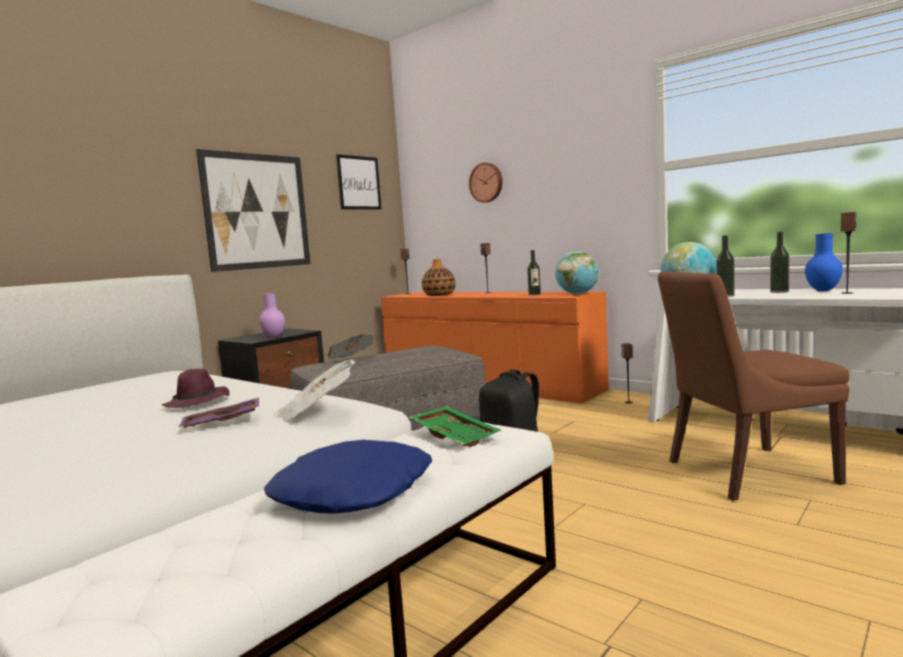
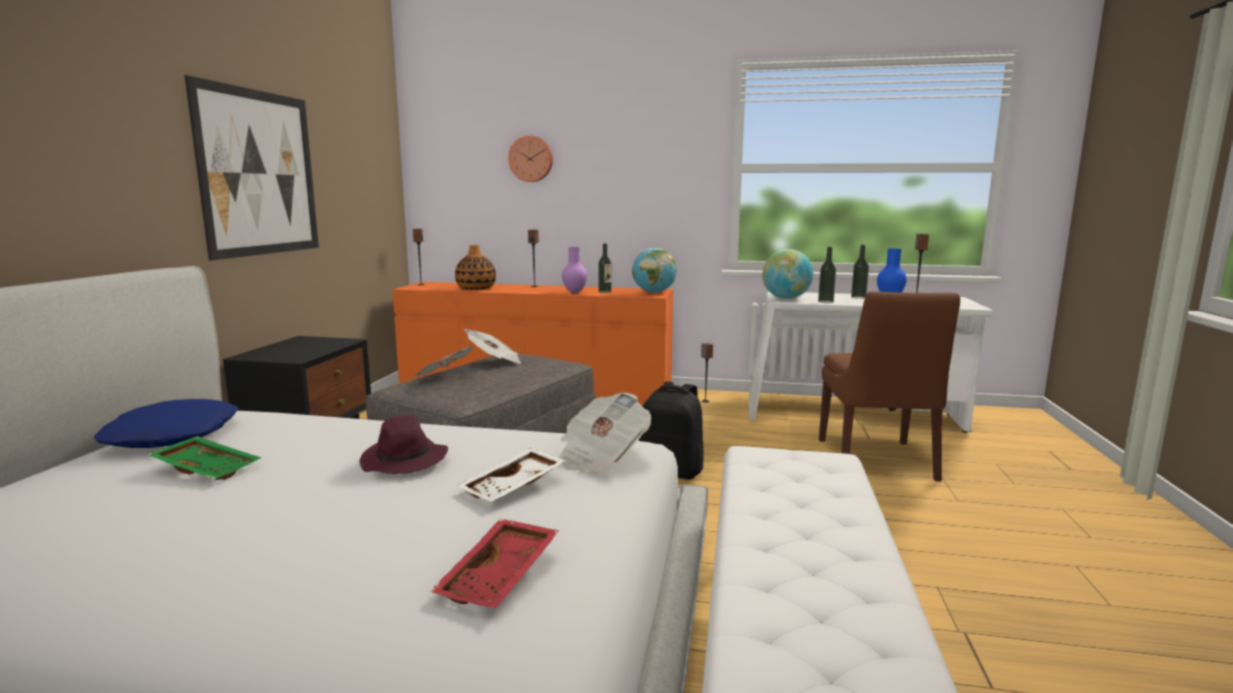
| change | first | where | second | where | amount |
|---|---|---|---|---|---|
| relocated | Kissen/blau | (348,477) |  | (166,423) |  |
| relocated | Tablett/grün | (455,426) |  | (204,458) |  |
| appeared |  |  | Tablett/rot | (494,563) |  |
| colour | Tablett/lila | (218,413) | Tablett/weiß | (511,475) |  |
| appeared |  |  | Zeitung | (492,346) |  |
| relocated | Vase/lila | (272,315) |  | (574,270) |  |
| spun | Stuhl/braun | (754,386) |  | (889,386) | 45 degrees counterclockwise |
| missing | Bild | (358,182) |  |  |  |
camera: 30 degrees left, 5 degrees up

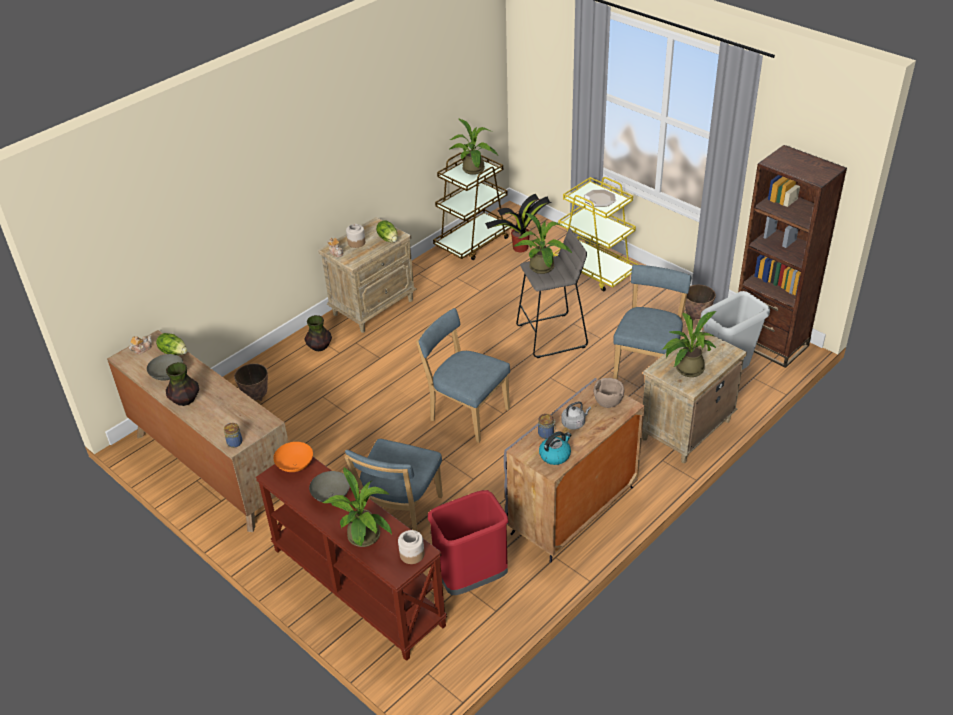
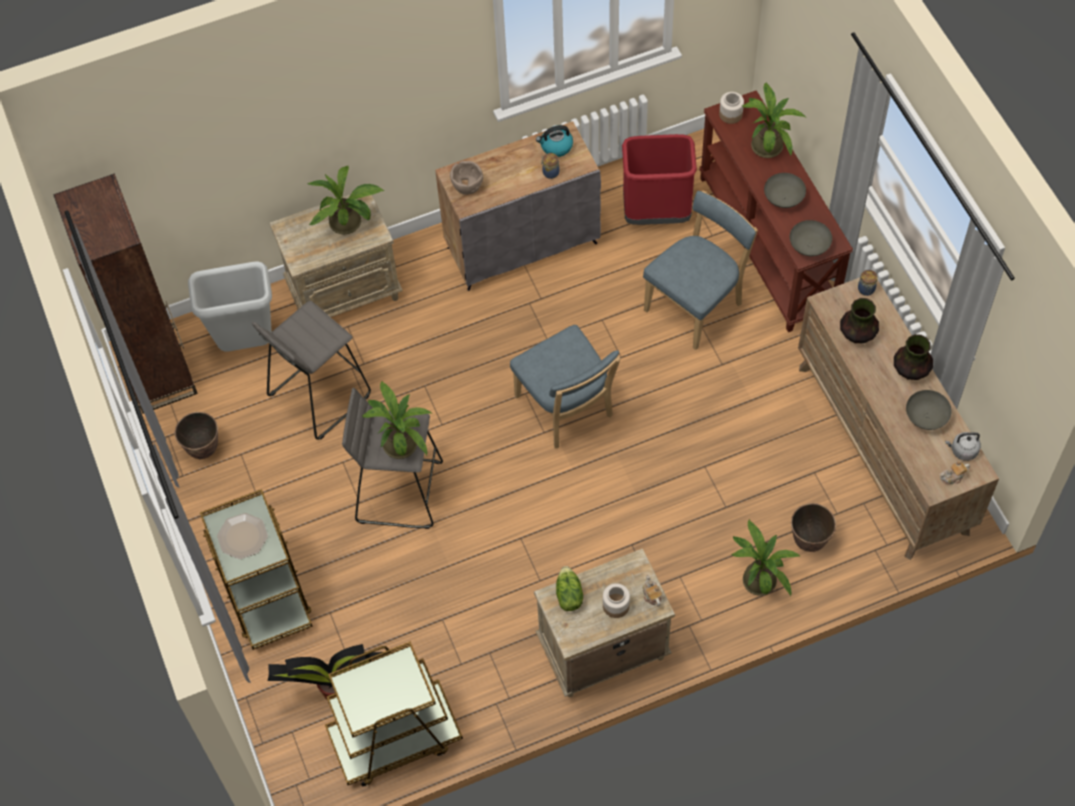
| change | first | where | second | where | amount |
|---|---|---|---|---|---|
| colour | Rollwagen/gelb | (596,234) | Rollwagen/braun | (256,569) |  |
| exchanged | Stuhl/blau | (652,322) | Hocker/grau | (311,370) |  |
| relocated | Topfpflanze | (474,147) |  | (766,557) |  |
| colour | Schüssel/orange | (293,457) | Schüssel/grau | (811,238) |  |
| relocated | Vase | (318,333) |  | (859,320) |  |
| relocated | Wasserkessel/grau | (576,415) |  | (963,446) |  |
| missing | Salatkopf | (172,344) |  |  |  |
camera: 155 degrees left, 20 degrees up

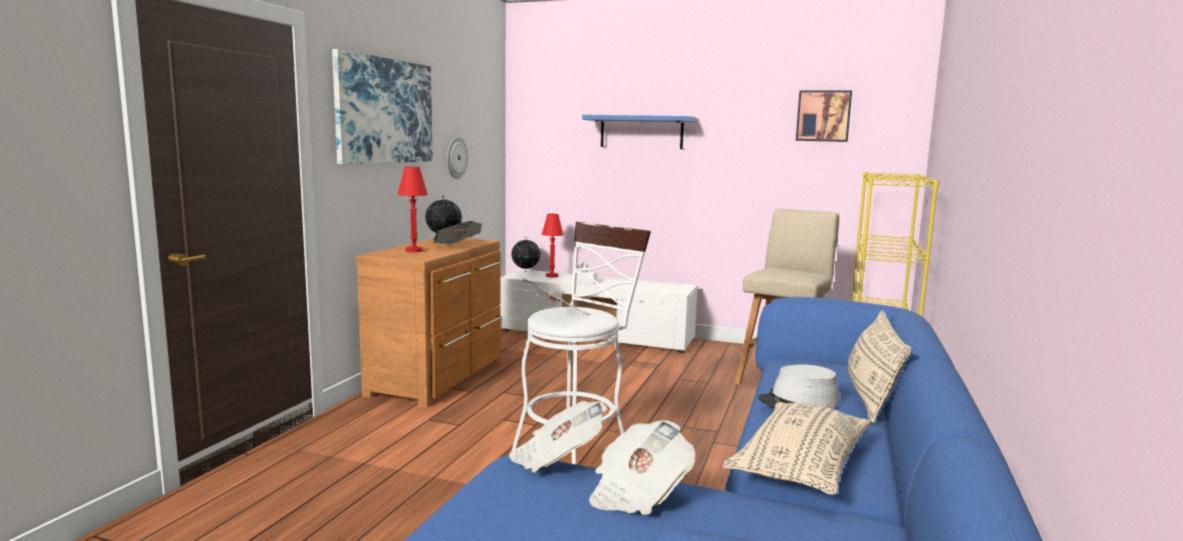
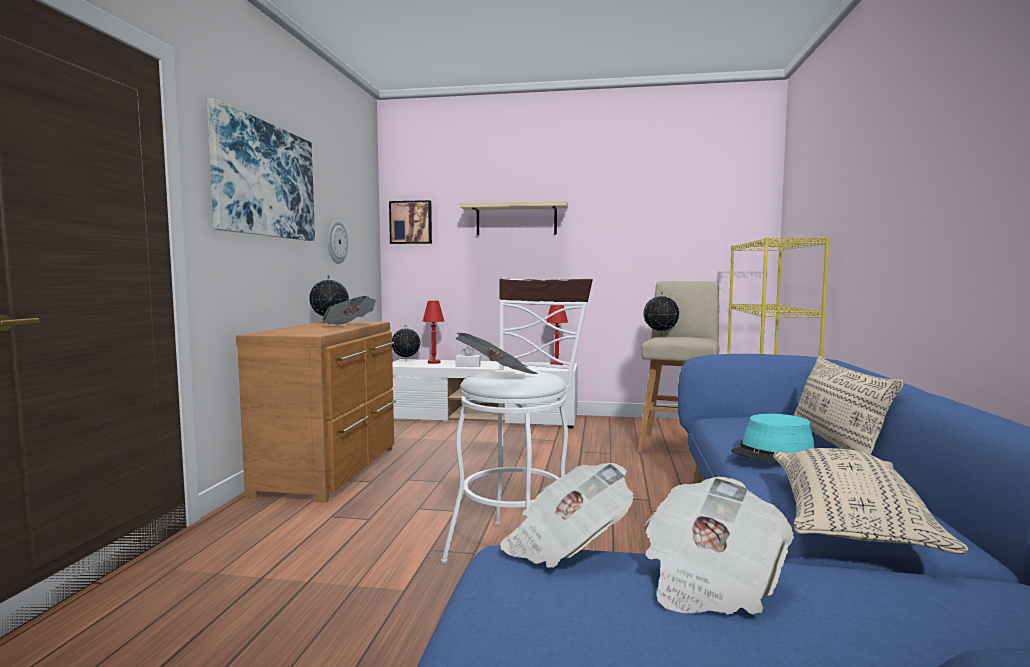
| change | first | where | second | where | amount |
|---|---|---|---|---|---|
| relocated | Bild | (824,116) |  | (410,222) |  |
| colour | Wandregal/blau | (639,132) | Wandregal/beige | (514,218) |  |
| relocated | Tischlampe/rot | (413,209) |  | (557,335) |  |
| appeared |  |  | Globus | (661,314) |  |
| colour | Hut/grau | (798,386) | Hut/türkis | (773,439) |  |
camera: 10 degrees left, 5 degrees down

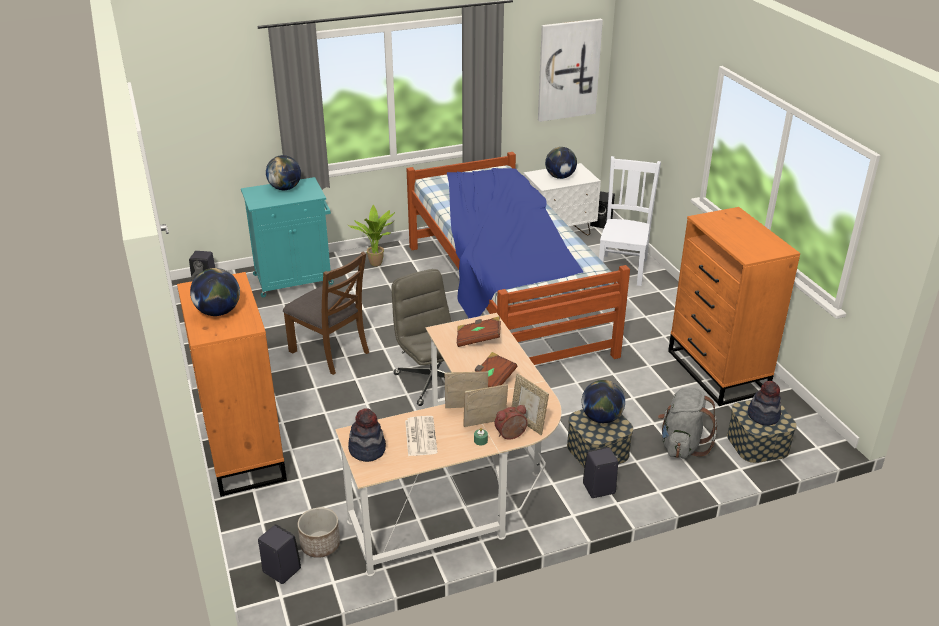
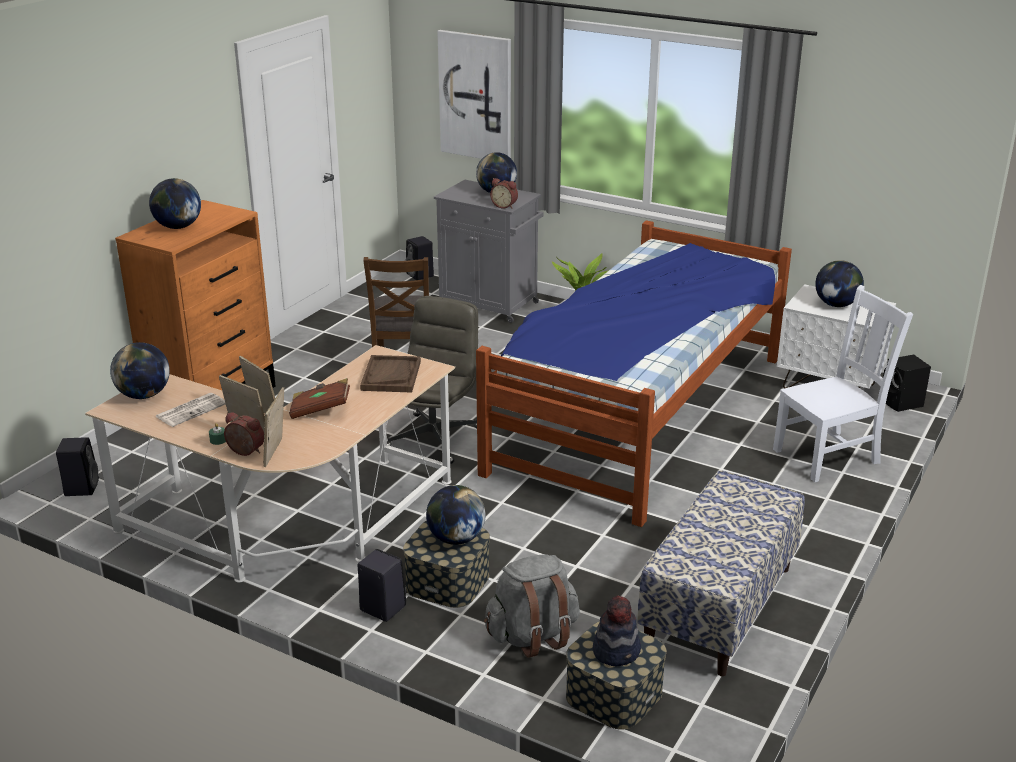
| change | first | where | second | where | amount |
|---|---|---|---|---|---|
| exchanged | Hut | (367,435) | Globus | (140,370) |  |
| exchanged | Buch/braun | (478,332) | Tablett/braun | (390,374) |  |
| colour | Schrank/türkis | (287,237) | Schrank/grau | (488,251) |  |
| relocated | Bild | (570,70) |  | (474,94) |  |
| appeared |  |  | Wecker | (504,193) |  |
| exchanged | Kommode/orange | (734,306) | Bank | (721,573) |  |
| missing | Pflanzkübel | (319,532) |  |  |  |
camera: 50 degrees right, 5 degrees down

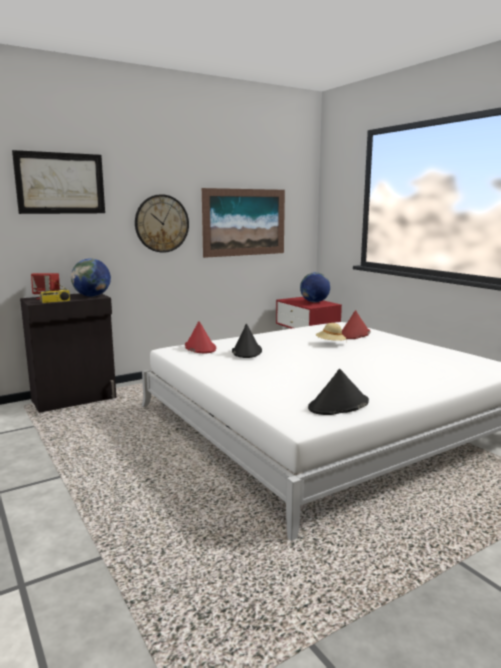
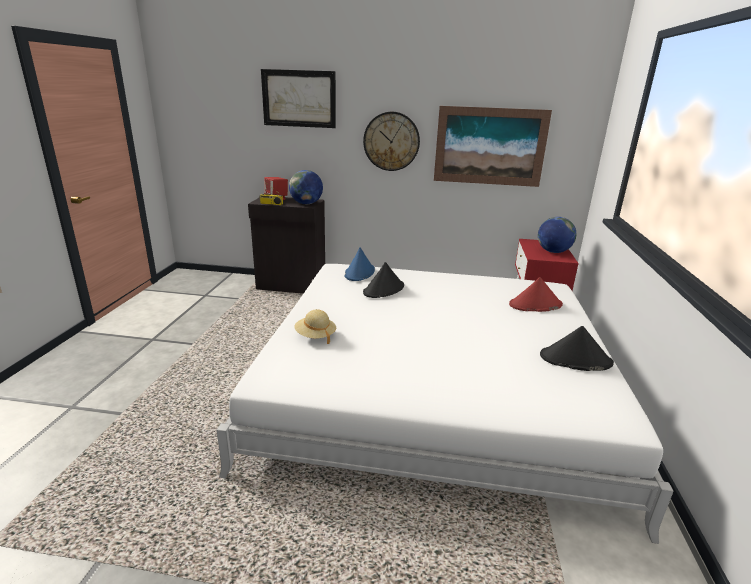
| change | first | where | second | where | amount |
|---|---|---|---|---|---|
| relocated | Hut/beige | (331,332) |  | (315,326) |  |
| colour | Hut/rot | (200,337) | Hut/blau | (359,264) |  |
| relocated | Hut/schwarz | (338,392) |  | (577,348) |  |
camera: 40 degrees right, 10 degrees up

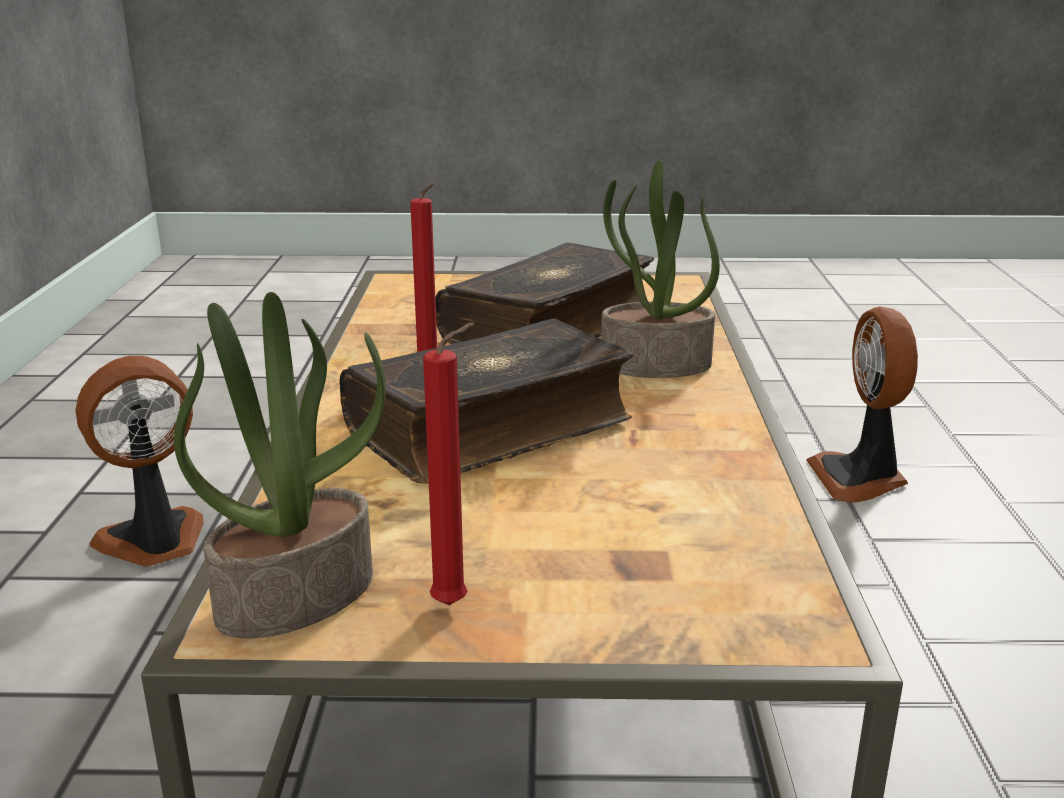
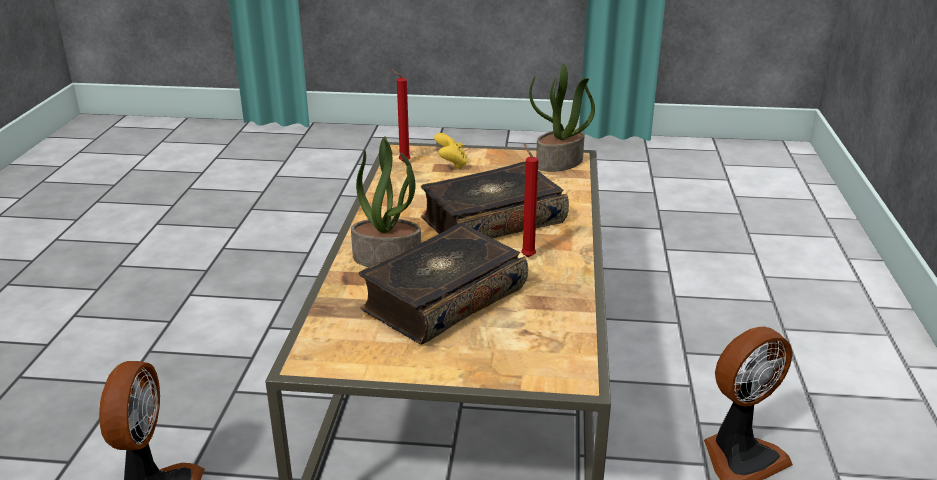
| change | first | where | second | where | amount |
|---|---|---|---|---|---|
| relocated | Kerze/rot | (449,463) |  | (401,116) |  |
| appeared |  |  | Gamepad/gelb | (451,151) |  |
camera: 175 degrees left, 5 degrees up

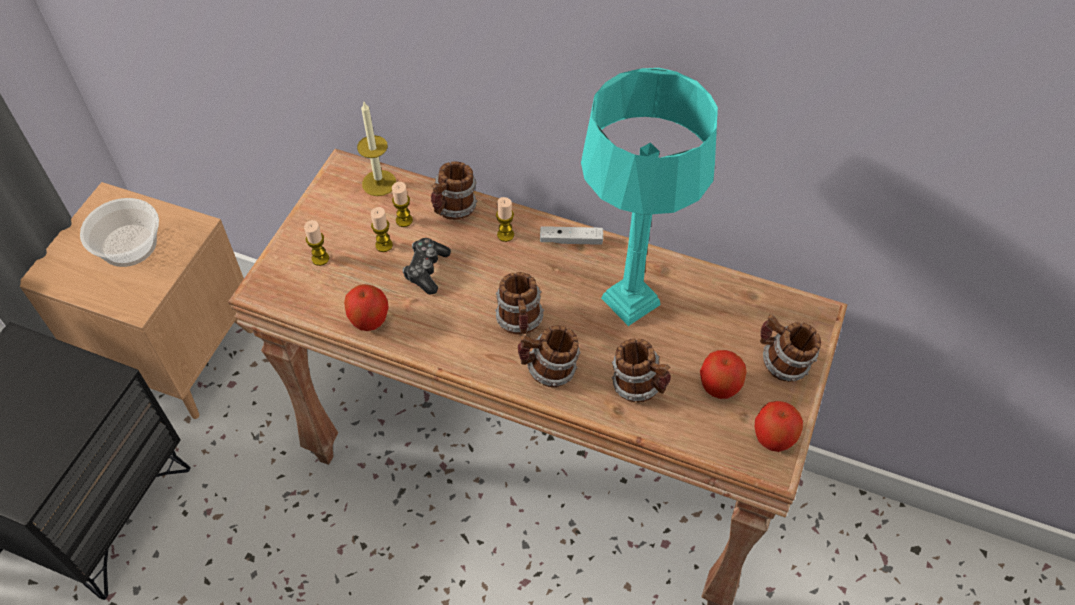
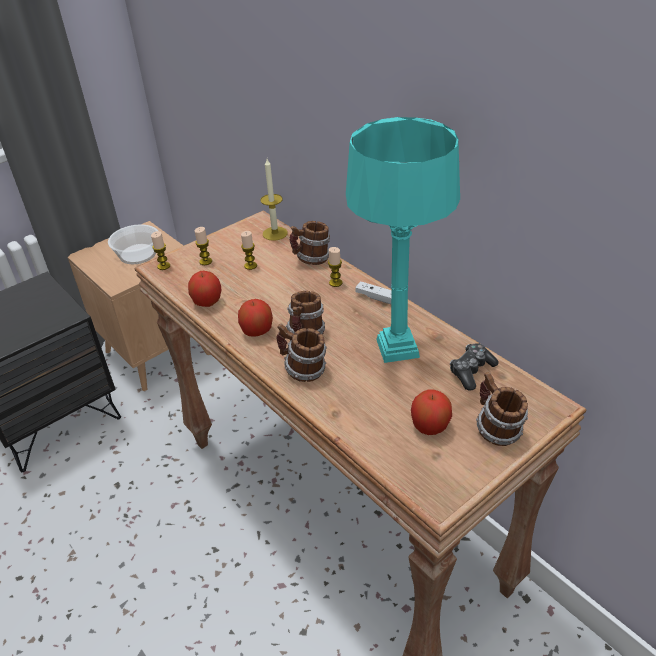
| change | first | where | second | where | amount |
|---|---|---|---|---|---|
| relocated | Kerze | (402,204) |  | (160,250) |  |
| relocated | Apfel | (779,426) |  | (255,318) |  |
| relocated | Gamepad | (427,266) |  | (474,366) |  |
| missing | Henkelbecher | (641,370) |  |  |  |
camera: 30 degrees right, 15 degrees down

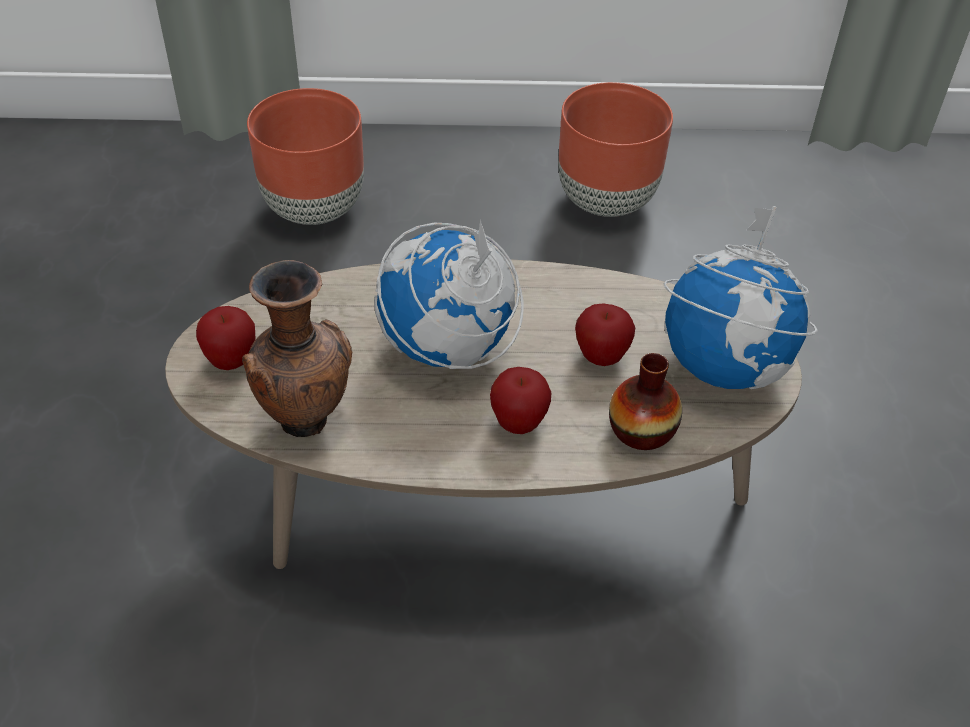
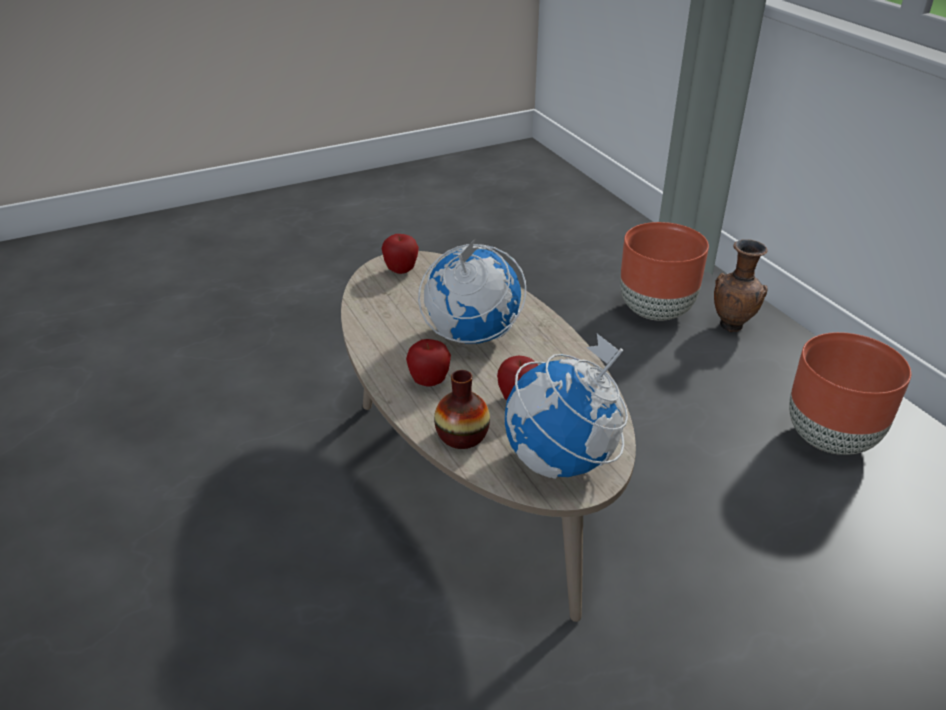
| change | first | where | second | where | amount |
|---|---|---|---|---|---|
| relocated | Vase/braun | (297,348) |  | (741,285) |  |
camera: 65 degrees right, 10 degrees down

